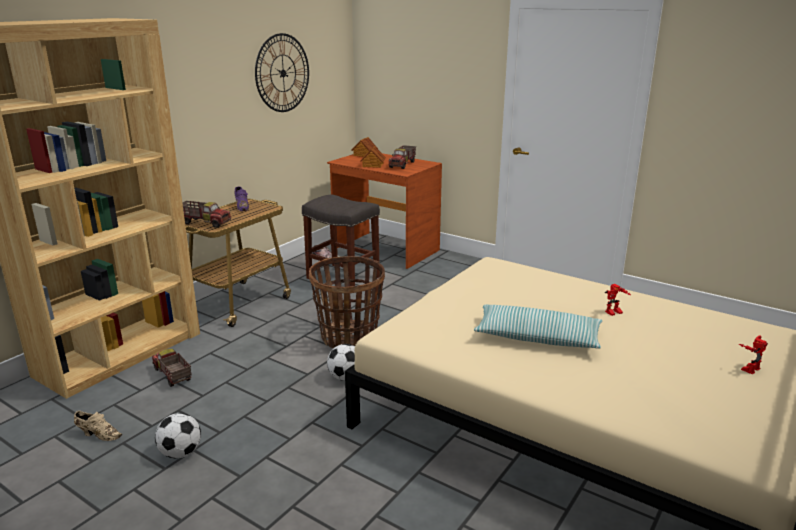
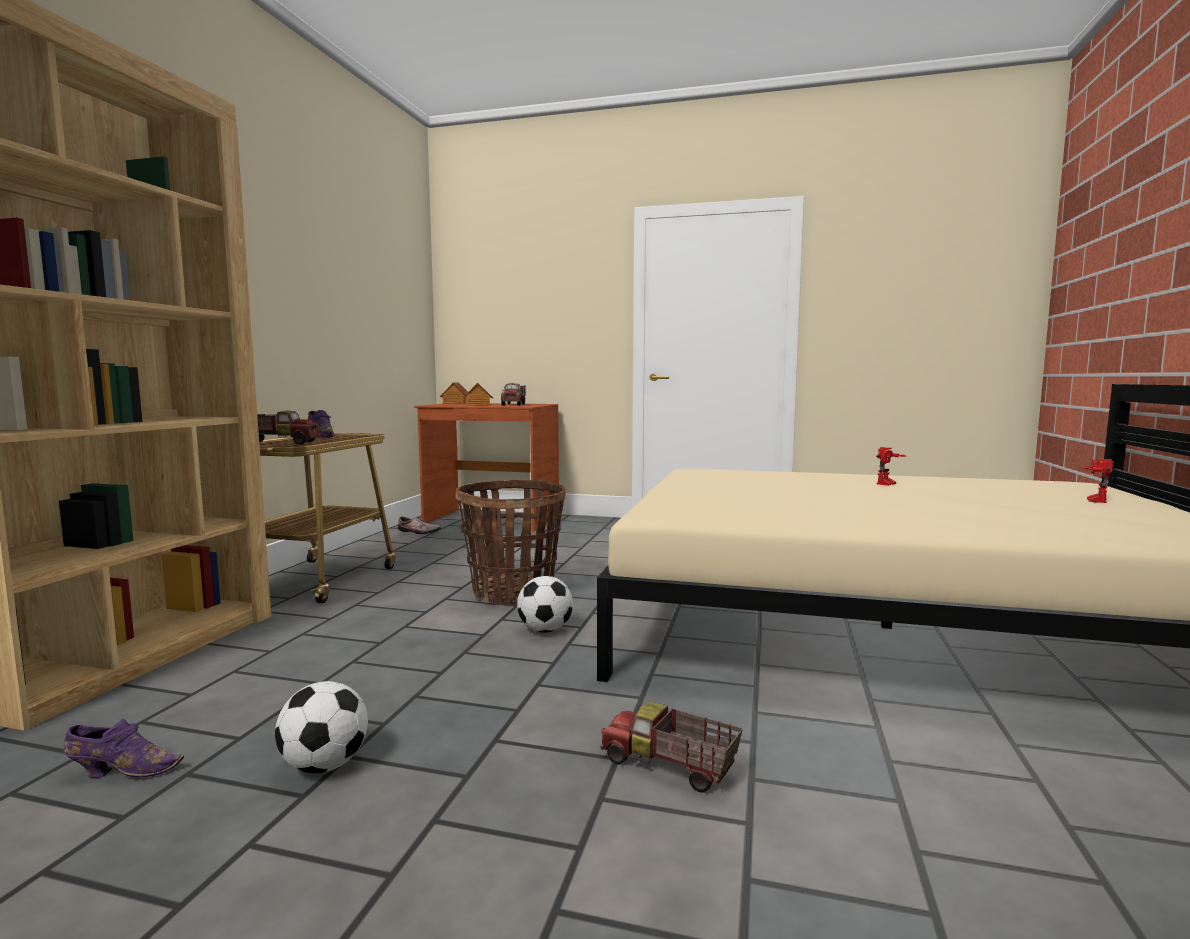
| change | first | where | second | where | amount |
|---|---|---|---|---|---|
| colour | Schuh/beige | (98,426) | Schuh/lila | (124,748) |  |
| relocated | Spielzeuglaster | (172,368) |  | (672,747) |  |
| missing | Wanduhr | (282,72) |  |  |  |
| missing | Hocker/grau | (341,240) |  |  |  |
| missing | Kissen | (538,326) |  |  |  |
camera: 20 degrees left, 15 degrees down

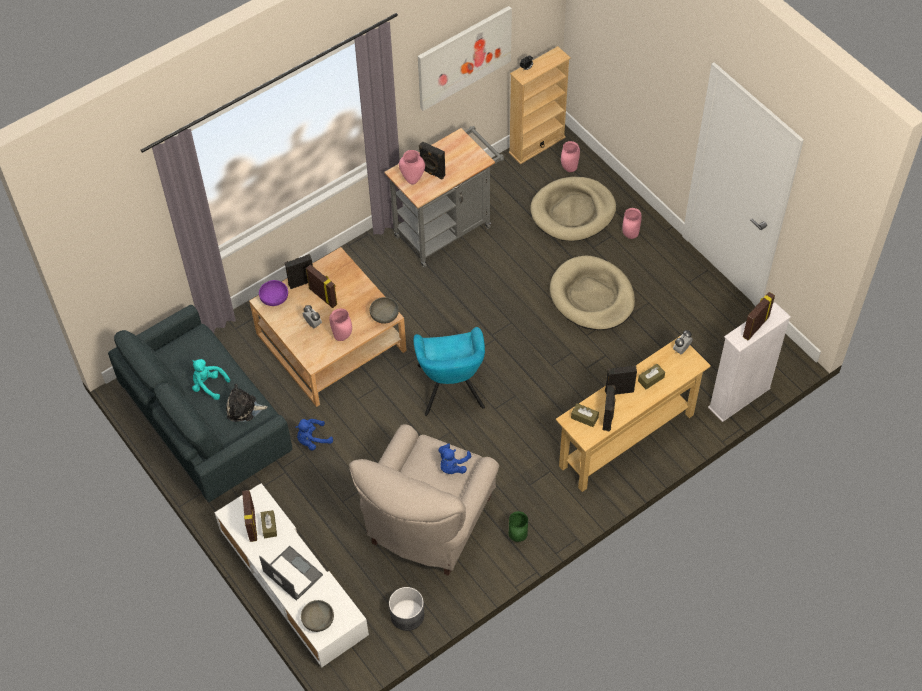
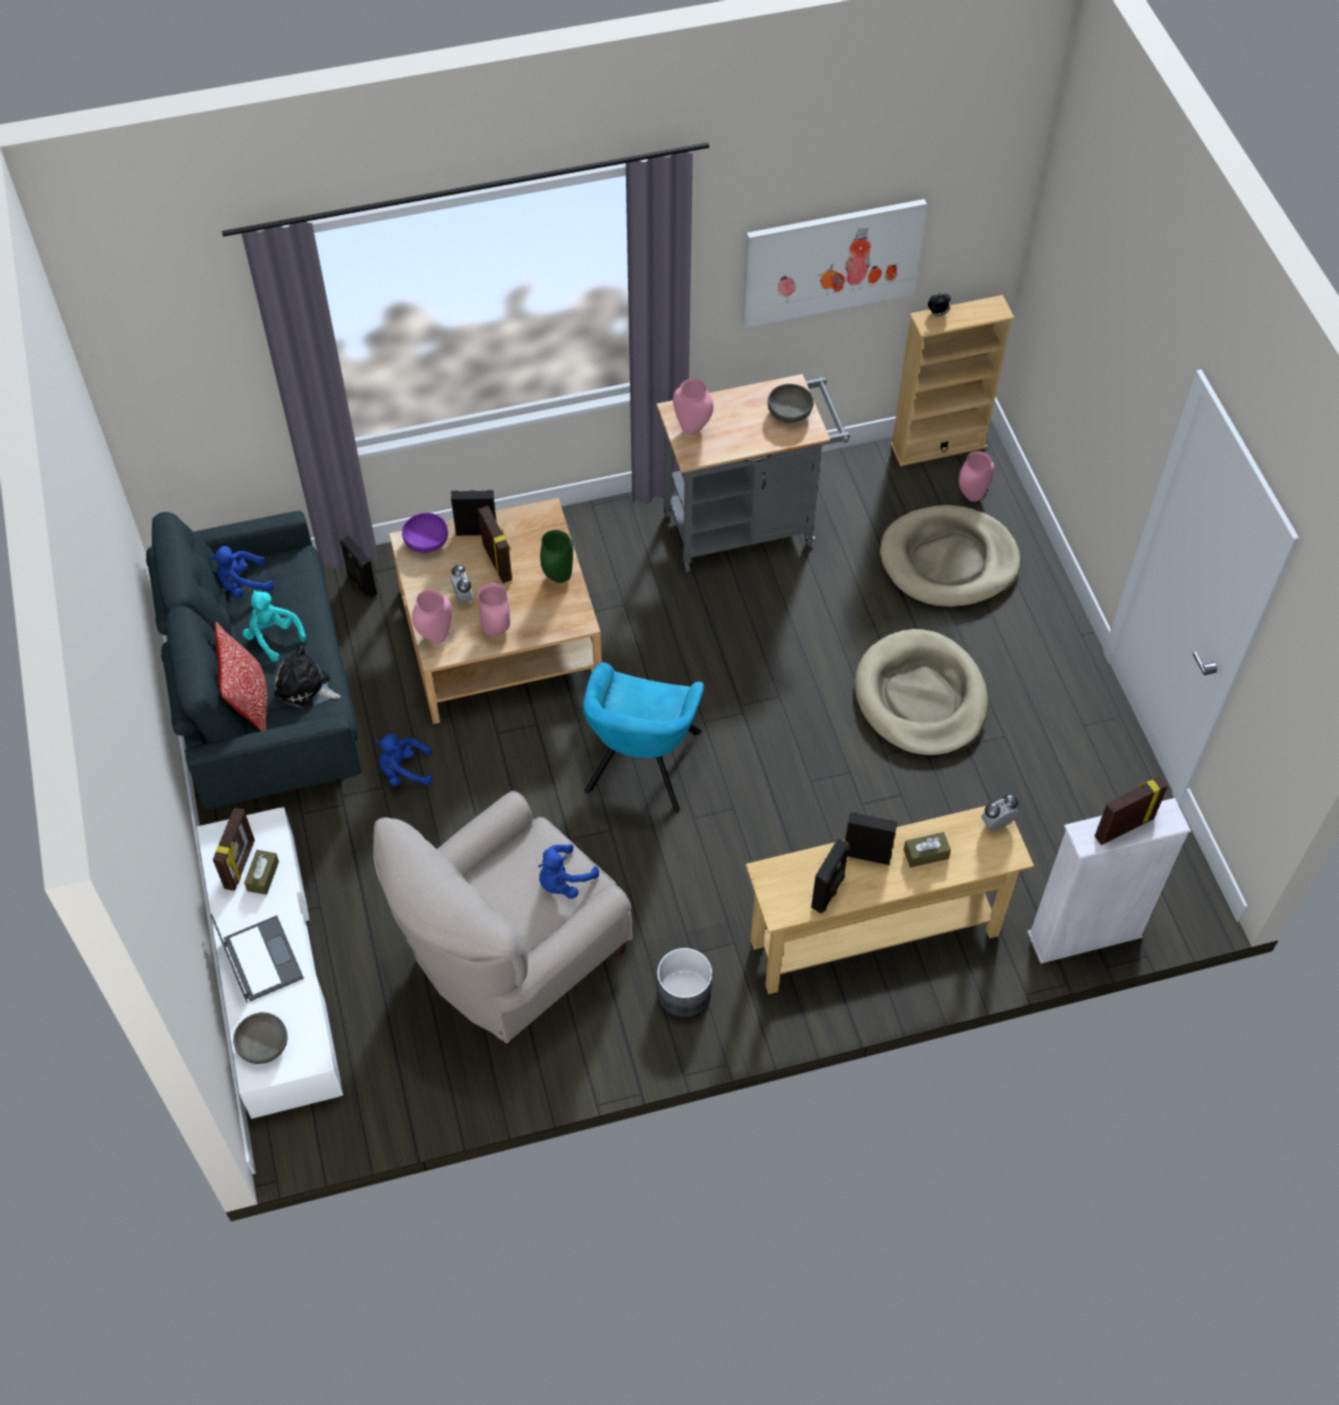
| change | first | where | second | where | amount |
|---|---|---|---|---|---|
| appeared |  |  | Plüschtier/blau | (242,572) |  |
| appeared |  |  | Kissen | (241,676) |  |
| relocated | Lautsprecher/schwarz | (432,160) |  | (358,568) |  |
| relocated | Vase/rosa | (632,223) |  | (432,616) |  |
| relocated | Vase/grün | (518,526) |  | (556,556) |  |
| relocated | Pflanzkübel/grau | (406,609) |  | (684,983) |  |
| relocated | Schüssel/grau | (384,310) |  | (790,403) |  |
| missing | Taschentuchbox/braun | (585,415) |  |  |  |
camera: 20 degrees right, 0 degrees up

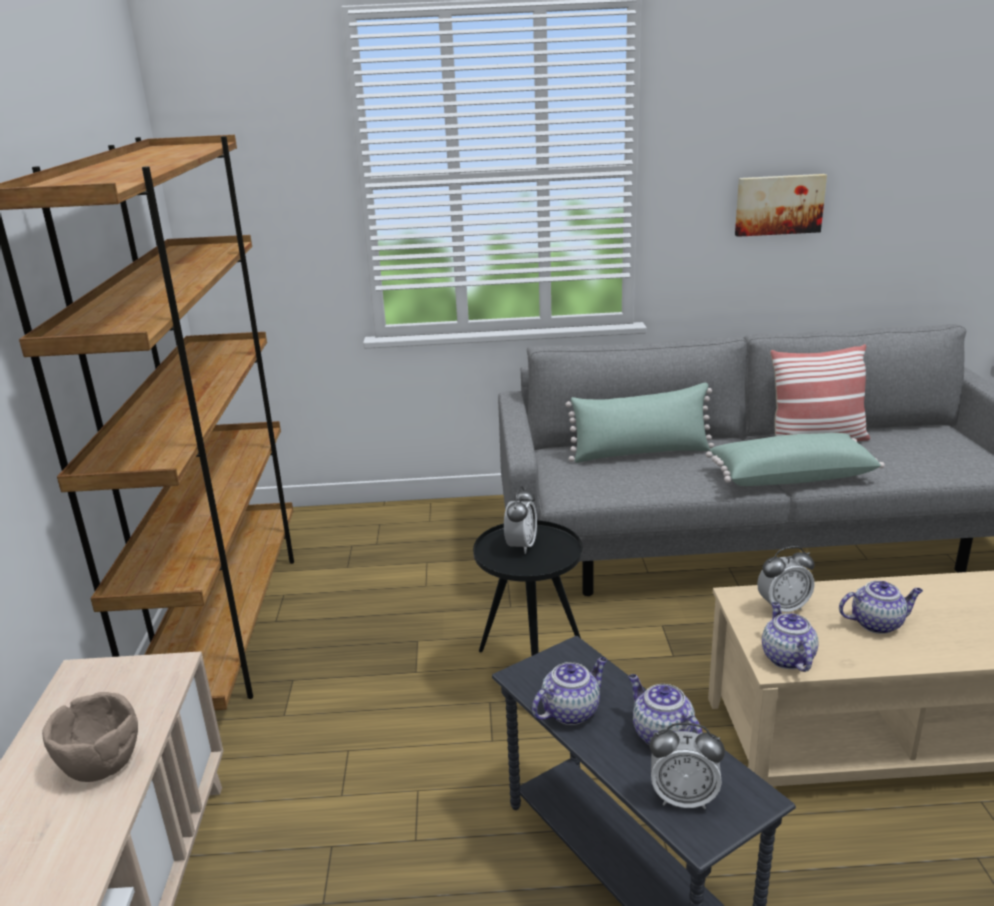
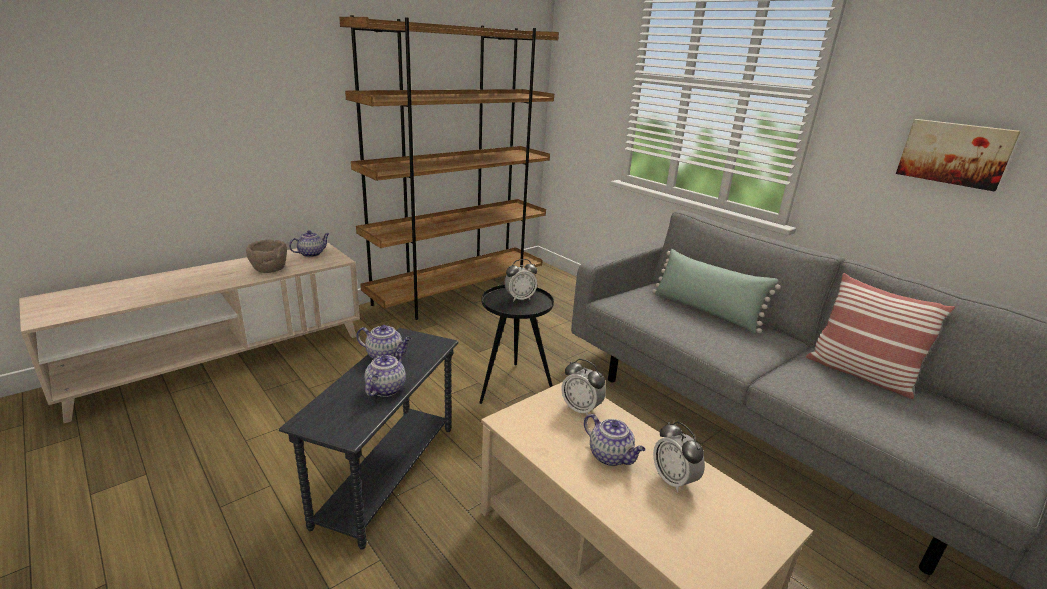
| change | first | where | second | where | amount |
|---|---|---|---|---|---|
| relocated | Teekanne | (790,637) |  | (309,243) |  |
| relocated | Wecker | (687,766) |  | (679,457) |  |
| missing | Kissen/grün | (795,459) |  |  |  |
camera: 50 degrees right, 0 degrees up

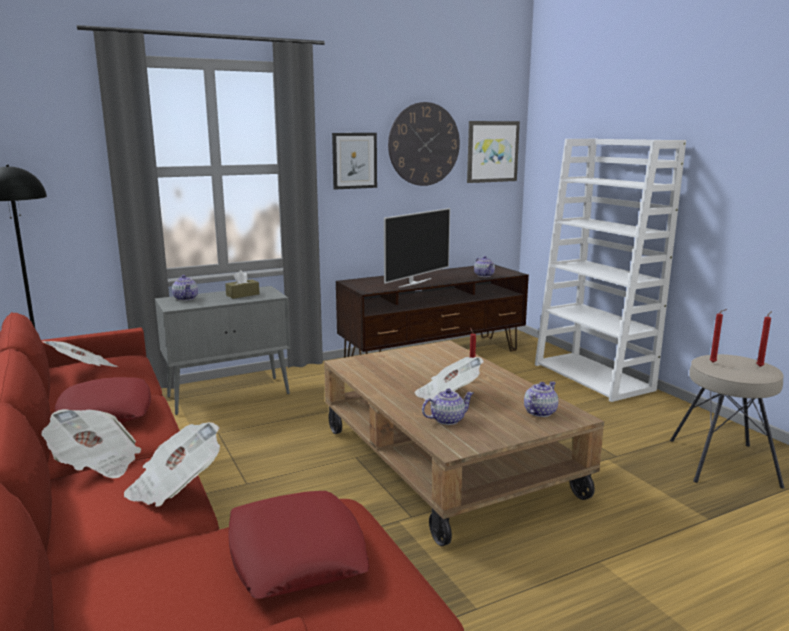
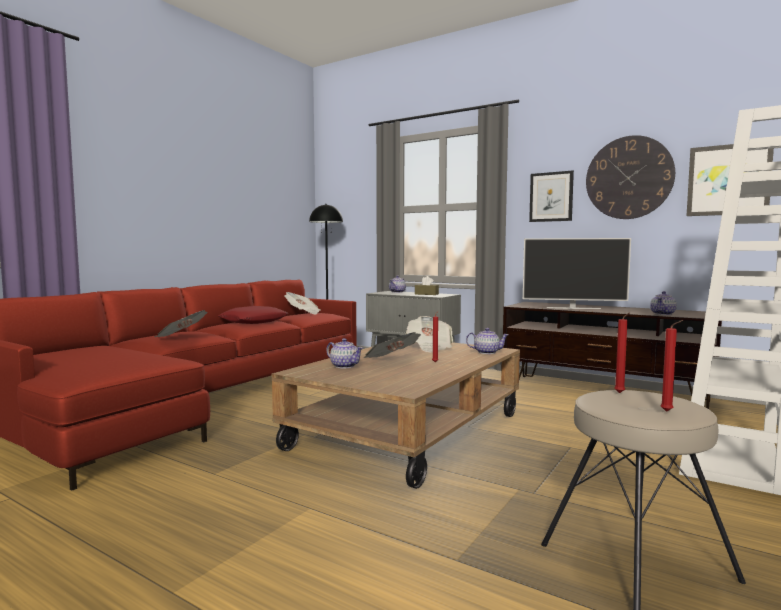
| change | first | where | second | where | amount |
|---|---|---|---|---|---|
| relocated | Zeitung | (91,443) |  | (429,334) |  |
| relocated | Teekanne | (541,399) |  | (487,341) |  |
| missing | Kissen/rot | (299,545) |  |  |  |
camera: 60 degrees right, 10 degrees down

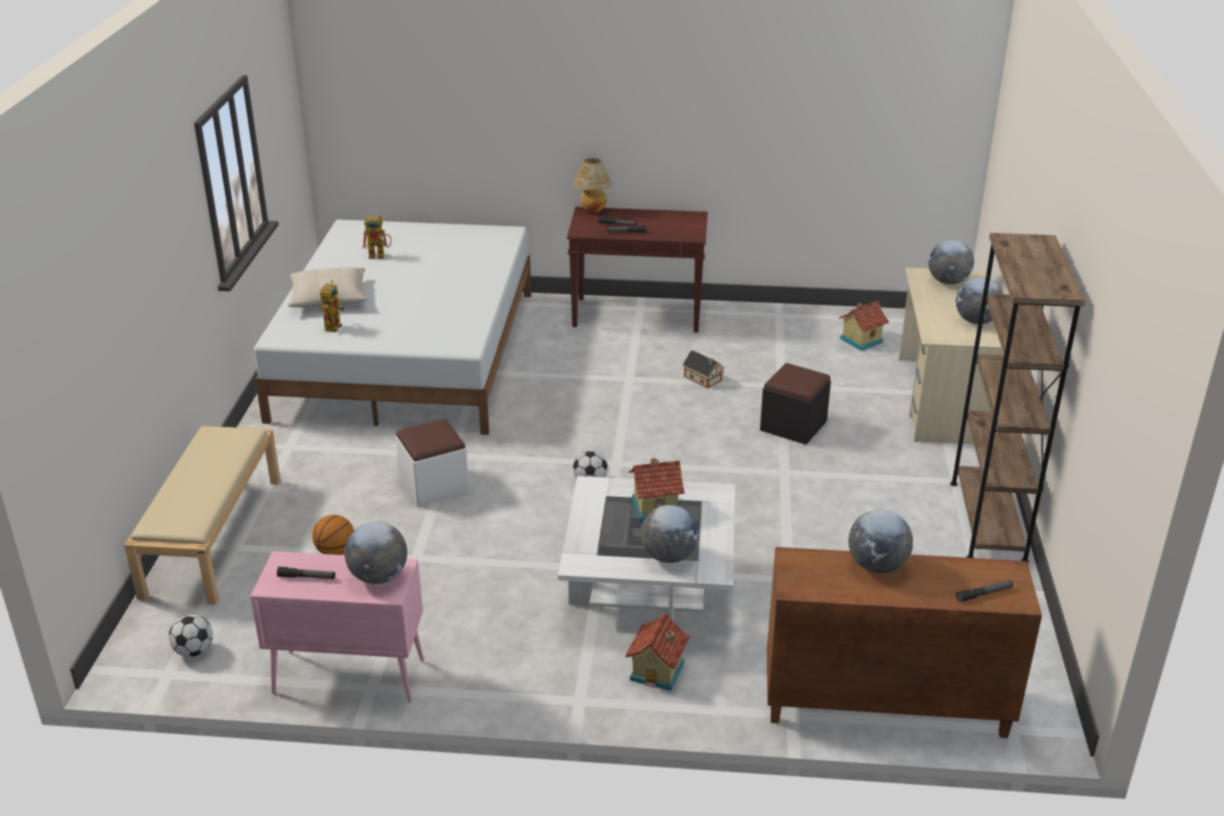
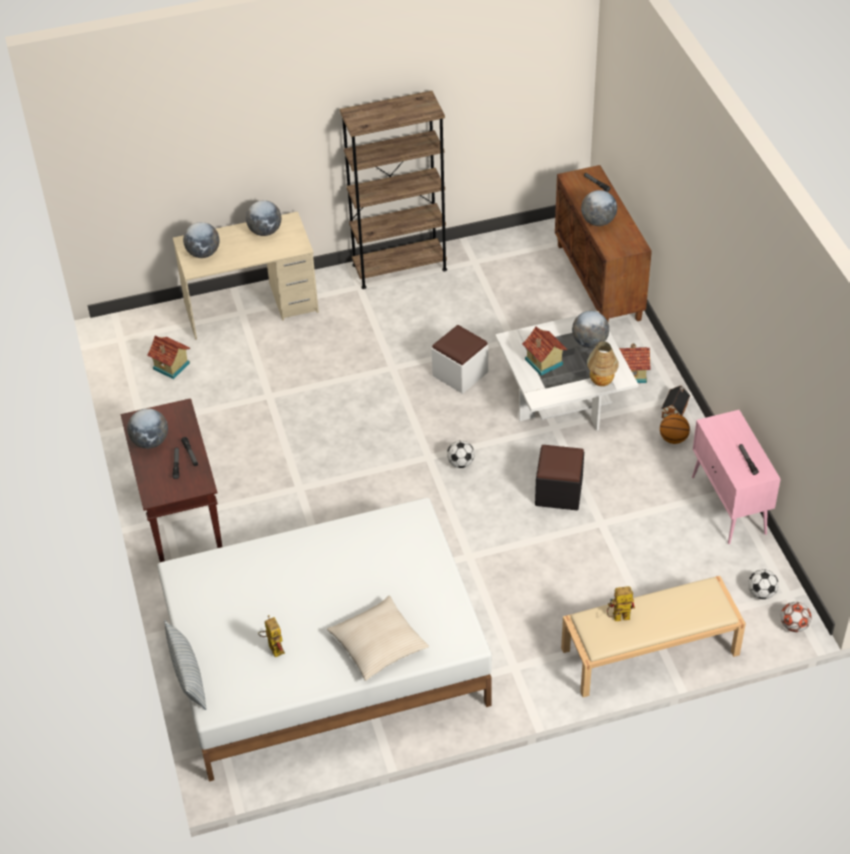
| change | first | where | second | where | amount |
|---|---|---|---|---|---|
| relocated | Globus | (375,553) |  | (147,428) |  |
| appeared |  |  | Kissen | (185,665) |  |
| relocated | Polsterhocker/weiß | (432,463) |  | (460,359) |  |
| relocated | Polsterhocker/schwarz | (795,404) |  | (559,477) |  |
| relocated | Tischlampe | (592,185) |  | (603,363) |  |
| relocated | Spielzeugroboter | (332,306) |  | (621,603) |  |
| relocated | Basketball | (333,535) |  | (675,429) |  |
| relocated | Spielzeughaus | (703,369) |  | (675,402) |  |
| appeared |  |  | Fußball | (795,617) |  |
camera: 110 degrees left, 15 degrees up

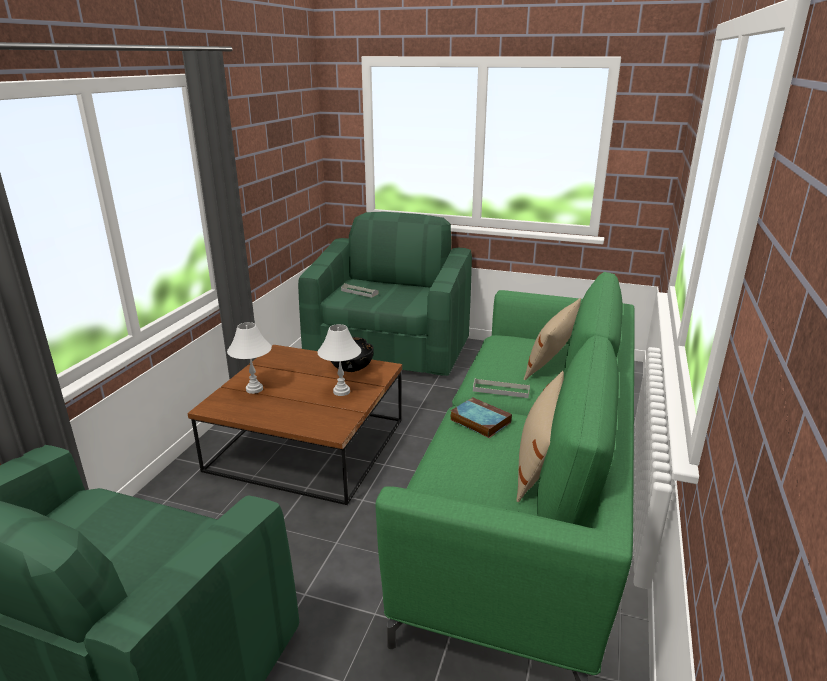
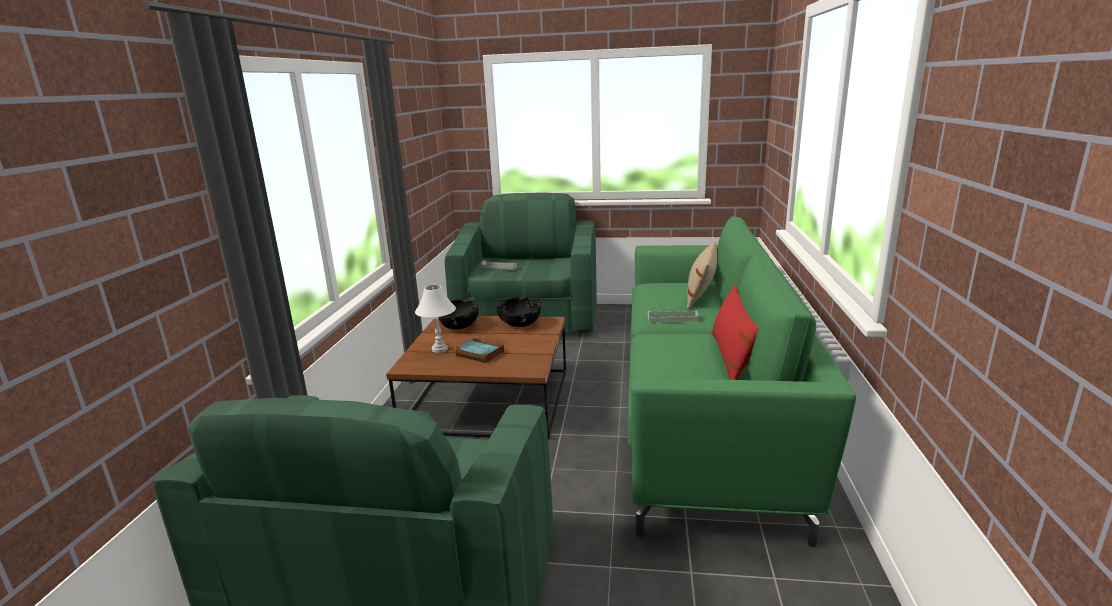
| change | first | where | second | where | amount |
|---|---|---|---|---|---|
| appeared |  |  | Schüssel/schwarz | (459,314) |  |
| relocated | Buch | (481,417) |  | (479,350) |  |
| colour | Kissen/beige | (540,436) | Kissen/rot | (735,332) |  |
| missing | Tischlampe/weiß | (339,360) |  |  |  |
camera: 10 degrees left, 5 degrees down

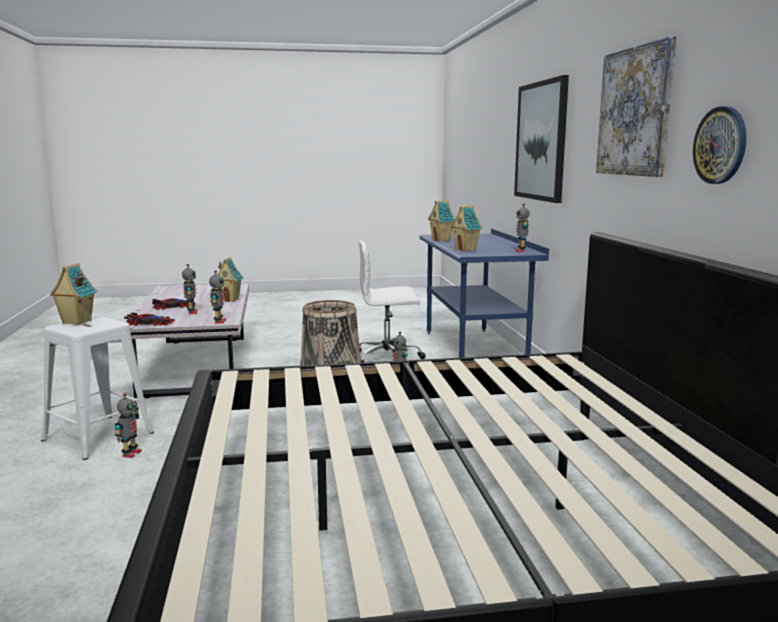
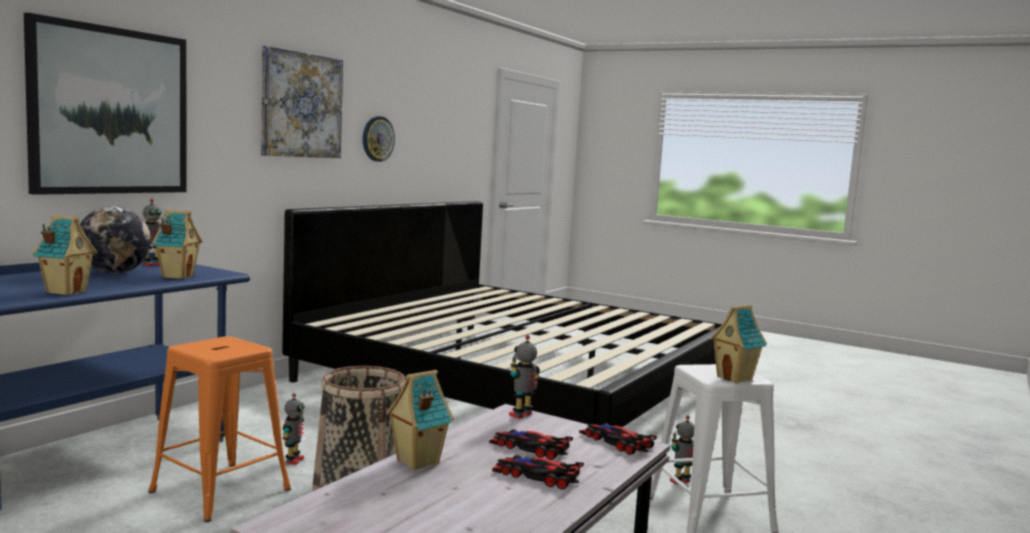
| change | first | where | second | where | amount |
|---|---|---|---|---|---|
| appeared |  |  | Globus | (115,239) |  |
| exchanged | Bürostuhl/weiß | (392,301) | Hocker/orange | (219,429) |  |
| exchanged | Spielzeugroboter | (189,289) | Spielzeugauto | (531,444) |  |
camera: 140 degrees left, 5 degrees down

